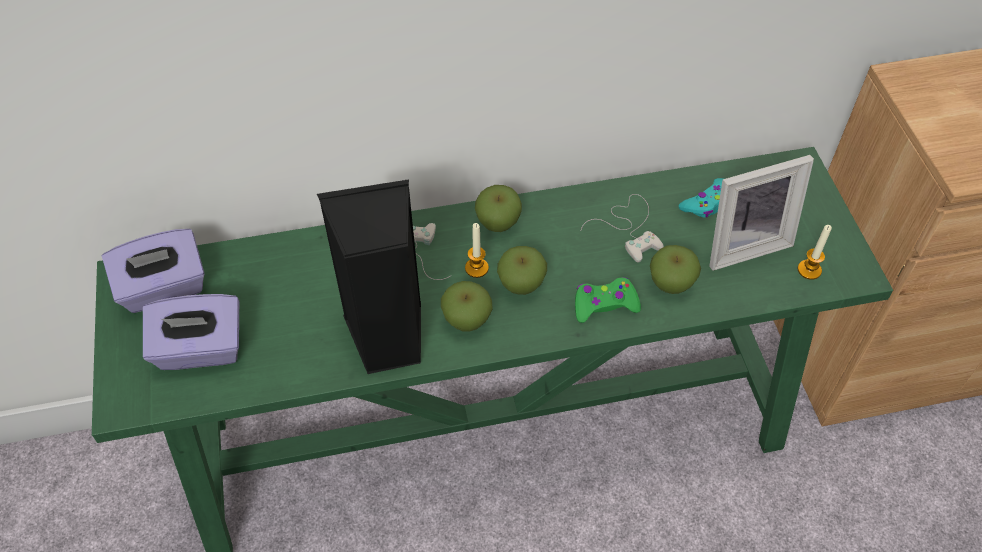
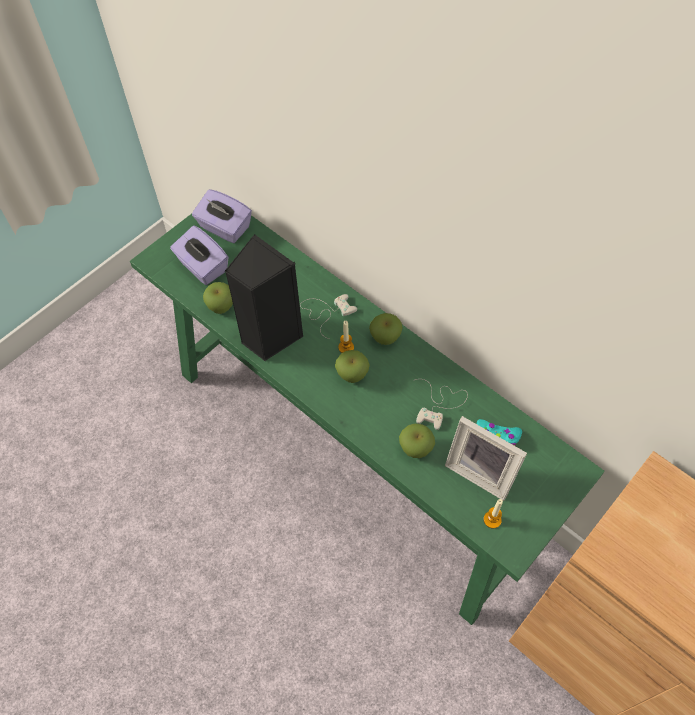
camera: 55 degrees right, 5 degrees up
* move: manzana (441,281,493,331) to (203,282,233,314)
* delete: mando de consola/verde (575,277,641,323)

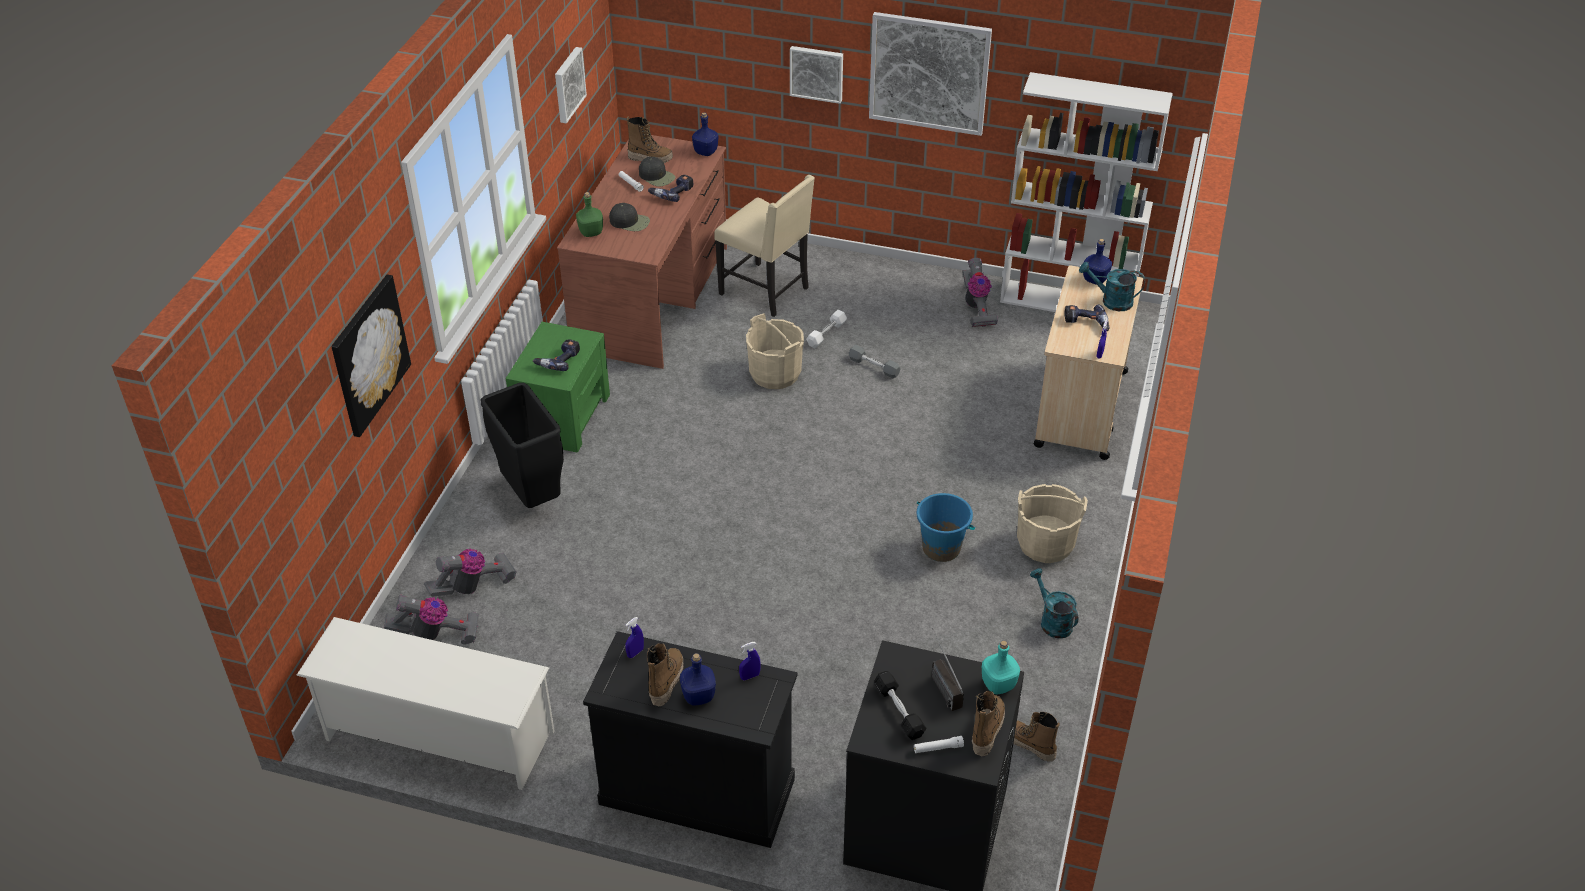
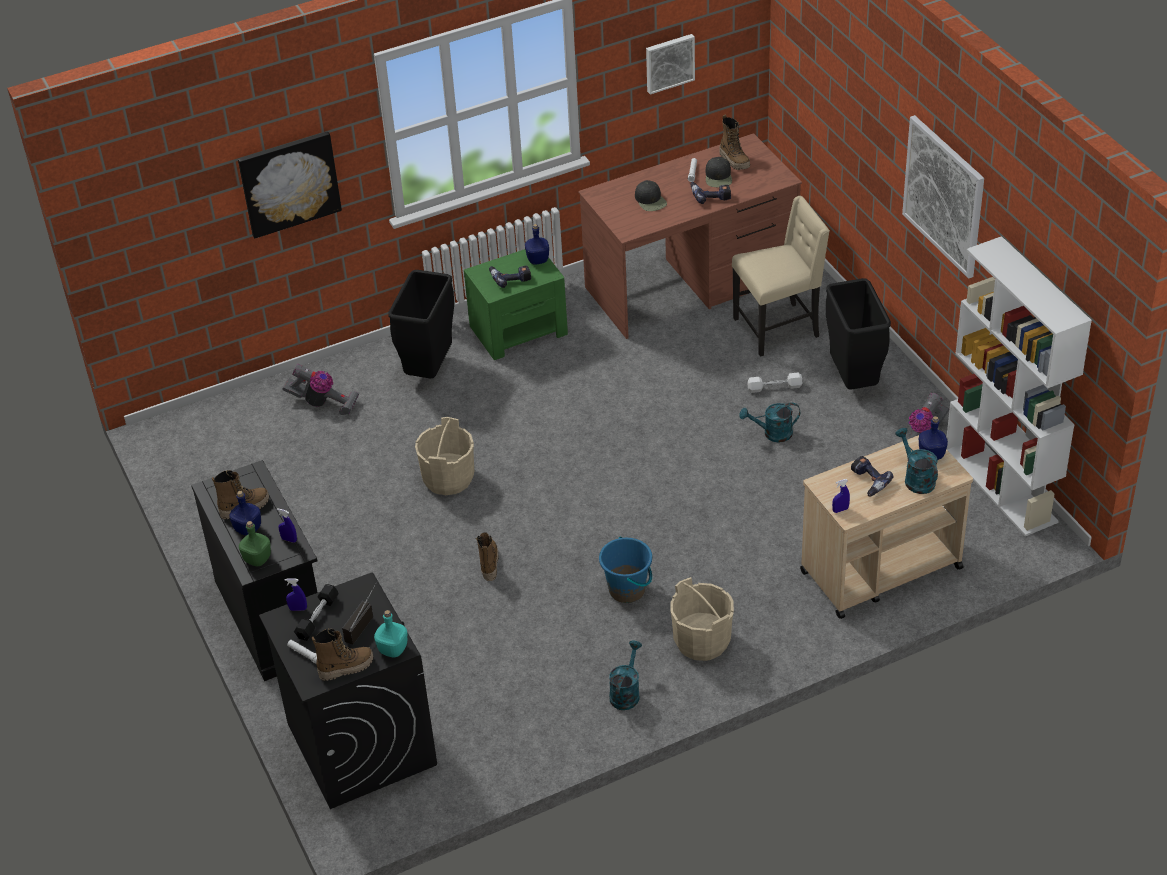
camera: 50 degrees right, 0 degrees up
* move: botella/verde (576,192,603,237) to (239,521,271,566)
* move: pulverizador/azul (625,617,644,658) to (285,578,307,611)
* move: cubo/beis (746,313,804,389) to (415,417,474,495)
* move: bota (1013,712,1060,761) to (475,532,498,581)
* move: botella/azul (692,113,718,156) to (525,224,549,264)
* rotate: silla/beis (714,175,815,317) = (732,196,830,357) 105 degrees counterclockwise
* replace: mancuerna/gris (849,345,900,378) to regadera/turquesa (740,403,800,443)
* insert: papelera/negro (826,278,891,390)
* delete: zapatero/blanco (296,617,555,790)
* delete: aspiradora (384,595,479,645)
* delete: cuadro (790,46,843,104)

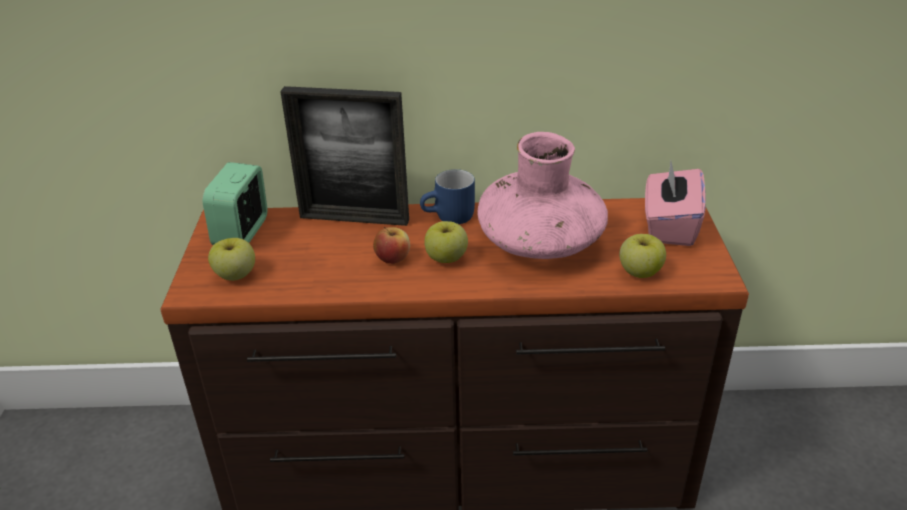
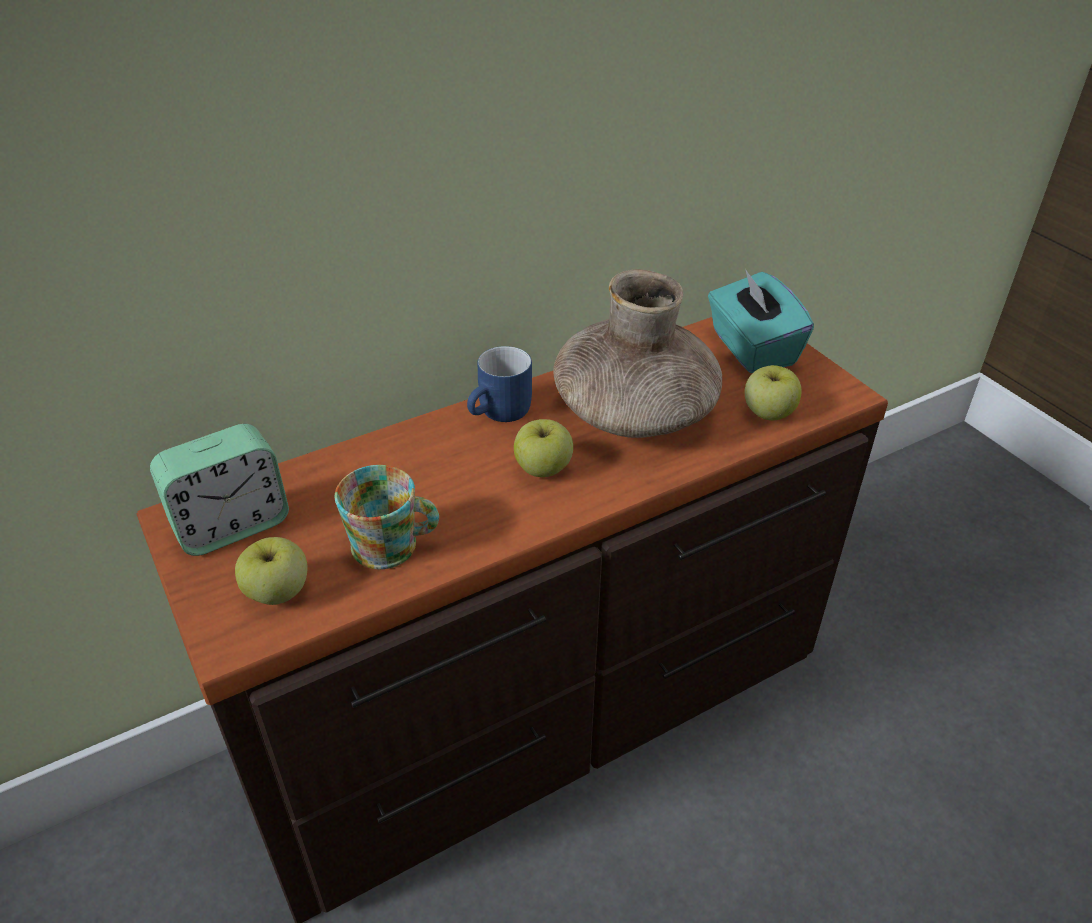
camera: 30 degrees left, 5 degrees up
* rotate: despertador (203,162,268,245) = (150,424,289,556) 105 degrees counterclockwise
* insert: taza grande (335,465,439,569)
* recolor: florero/rosa (478,132,608,259) to florero/marrón (553,269,722,438)
* recolor: caja de pañuelos/rosa (645,161,706,246) to caja de pañuelos/turquesa (708,269,814,373)
* delete: portarretratos (280,86,409,226)
* delete: manzana (373,227,410,264)

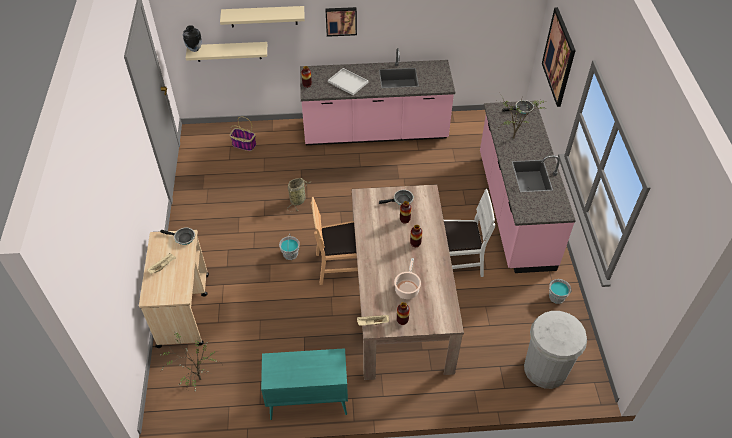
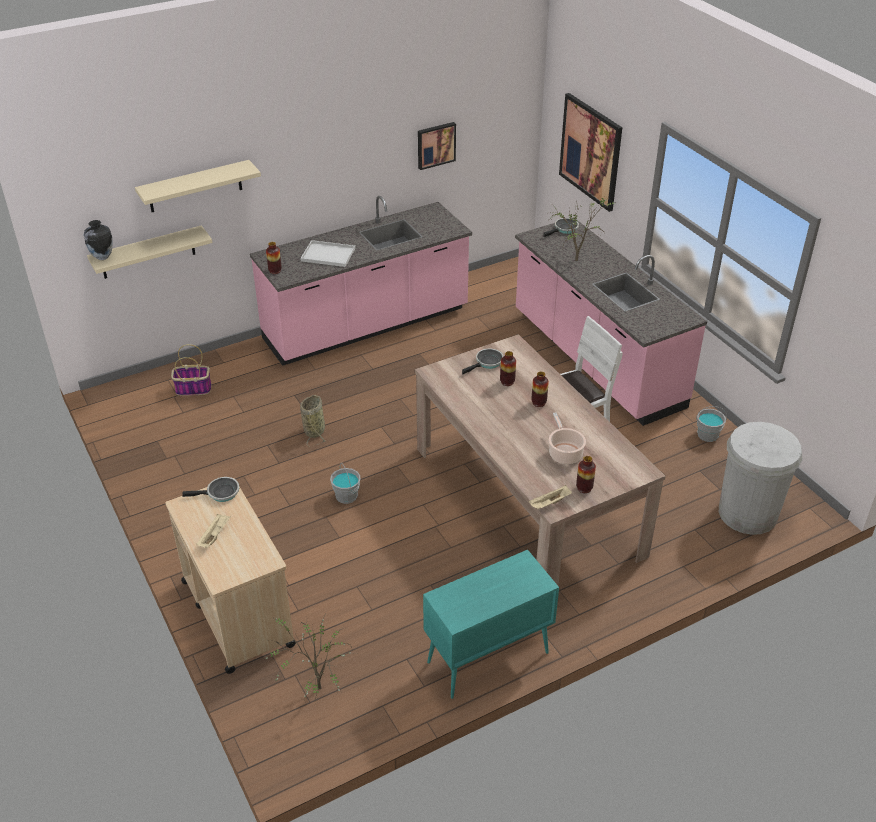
camera: 25 degrees left, 10 degrees down
* move: cuadro (325,7,357,37) to (418,122,456,170)
* delete: silla/marrón (311,197,358,285)

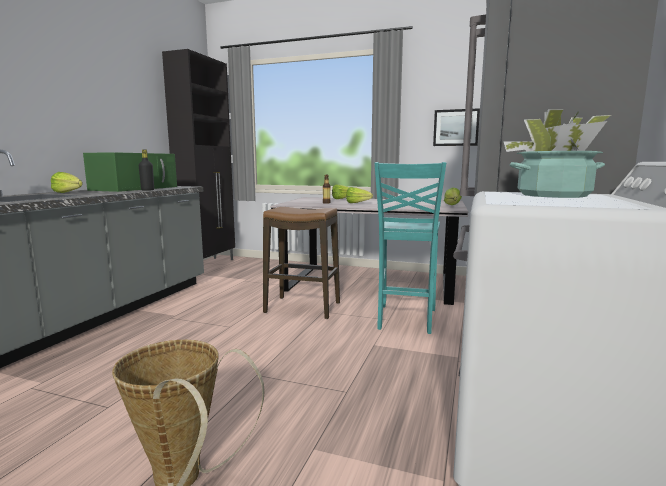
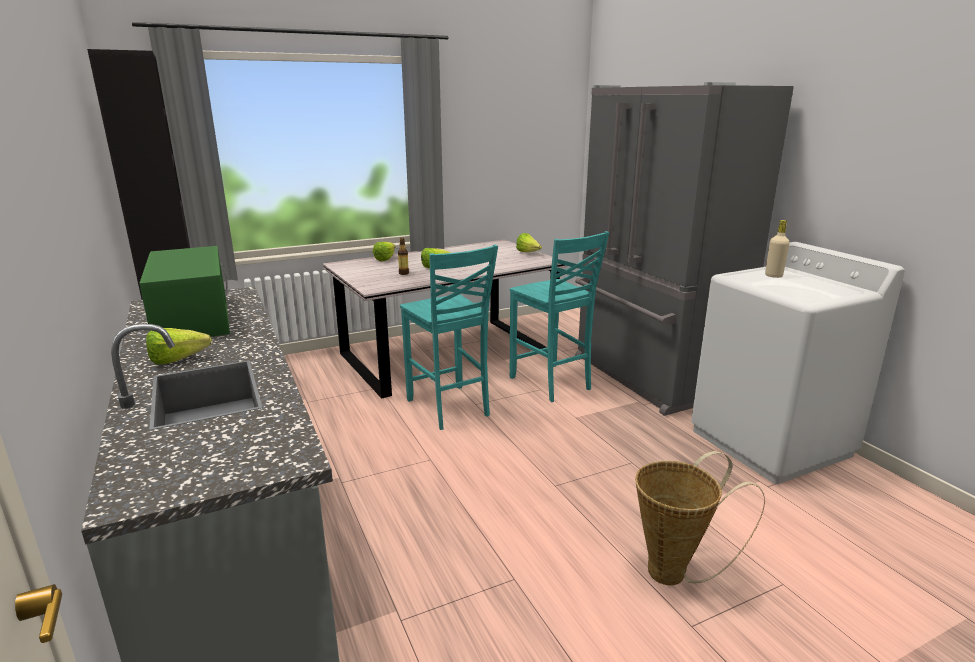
camera: 45 degrees left, 10 degrees up
* replace: taburete (263,207,340,319) to silla/turquesa (400,245,498,430)
* replace: planta en maceta (503,109,611,198) to botella/beis (765,220,790,278)
* delete: botella/negro (139,149,154,191)
* delete: cuadro (433,108,480,146)

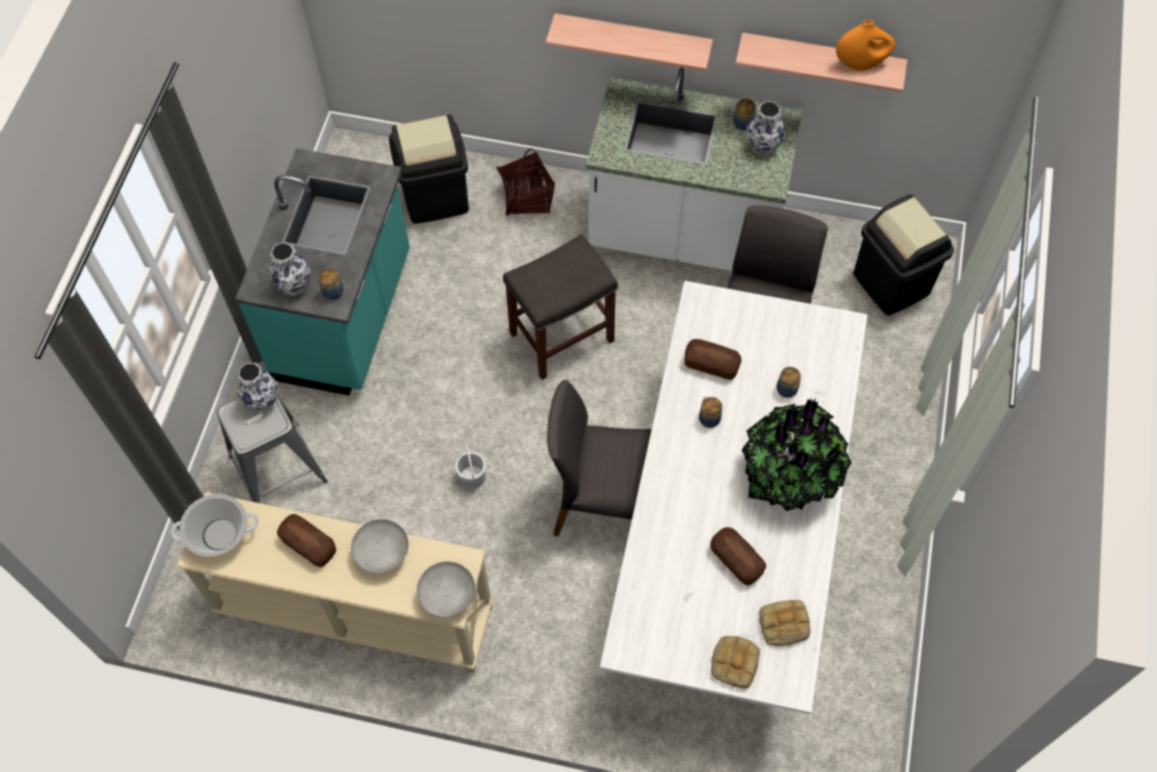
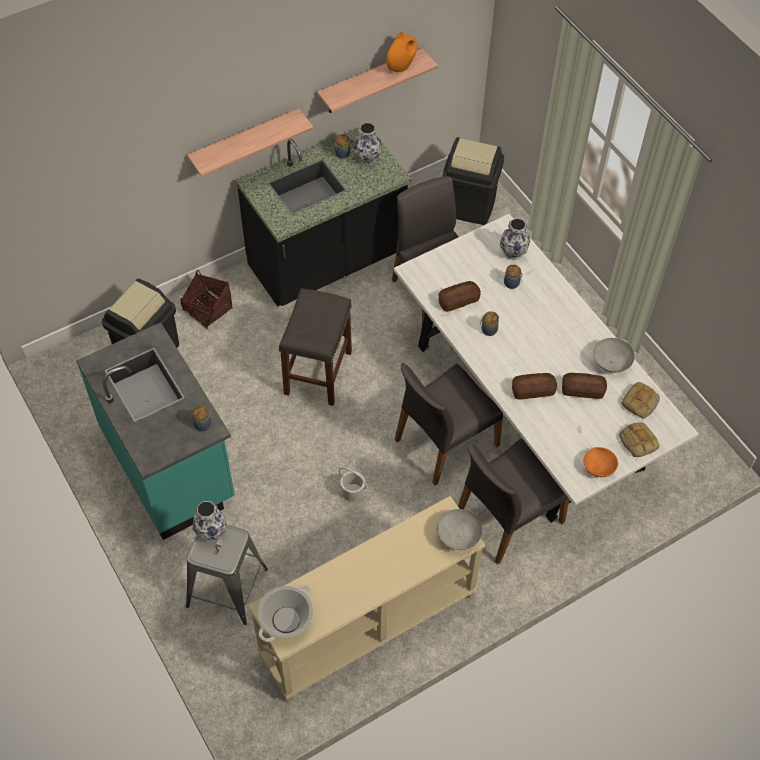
camera: 45 degrees left, 5 degrees down
* recolor: mueble bajo de cocina/blanco (586,67,803,271) to mueble bajo de cocina/negro (235,128,412,307)
* insert: silla/gris (458,438,569,565)
* move: florero (268,242,311,296) to (500,218,530,260)
* move: pan (277,514,336,567) to (512,373,557,400)
* insert: cuenco/naranja (584,447,618,477)
* move: cuenco/gris (351,519,409,574) to (593,338,635,373)
* delete: planta en maceta (742,397,852,511)

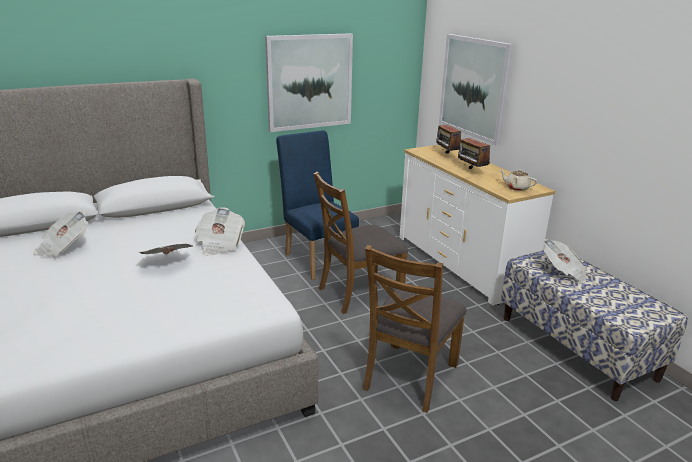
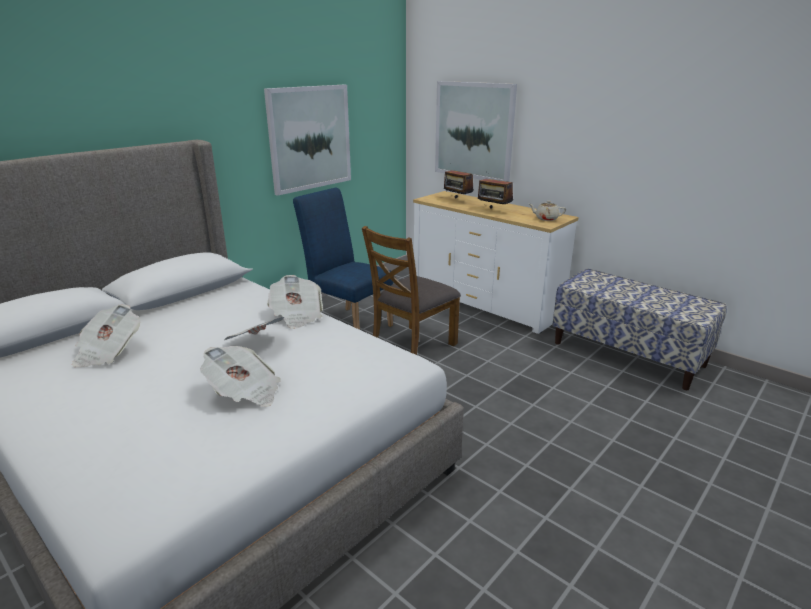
camera: 20 degrees left, 0 degrees up
* move: periódico (544,239,587,283) to (200,346,281,407)
* delete: silla/marrón (363,245,467,413)

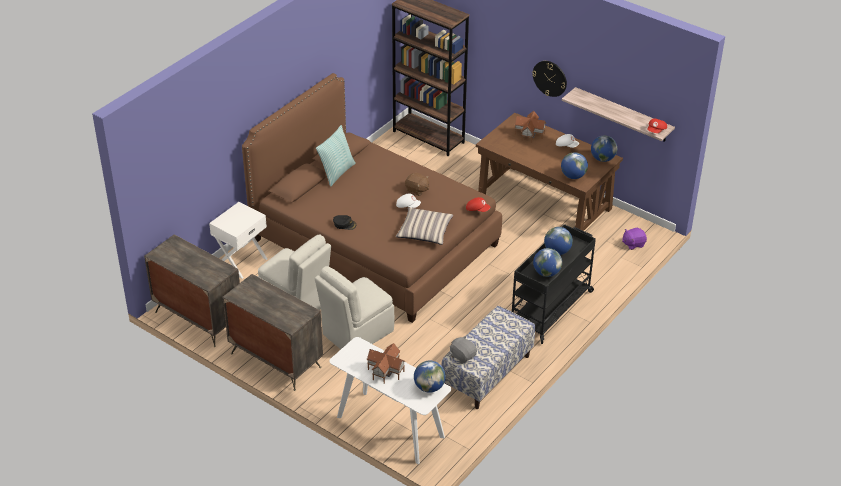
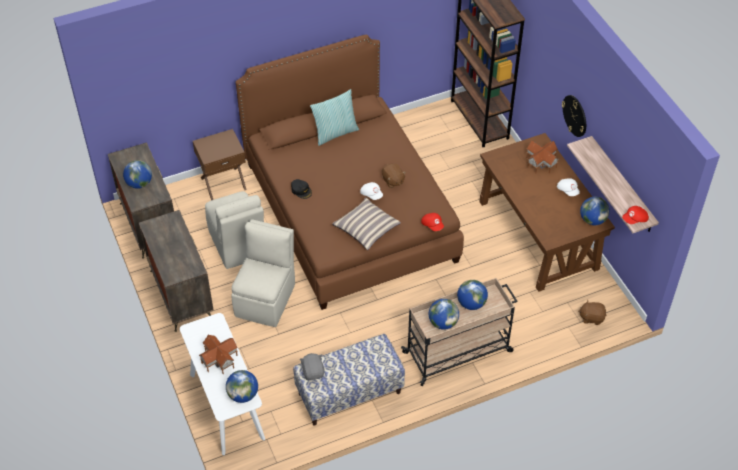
camera: 30 degrees right, 10 degrees up
* move: globo terráqueo (561,152,588,179) to (123,160,152,189)
* recolor: mesita de noche/blanco (209,202,267,279) to mesita de noche/marrón (193,129,247,200)
* rotate: silla/beis (315,266,394,349) = (231,219,295,327) 120 degrees clockwise
* recolor: carrito/negro (512,224,596,344) to carrito/beis (401,278,517,386)
* recolor: peluche/morado (622,228,647,250) to peluche/marrón (578,299,606,325)

